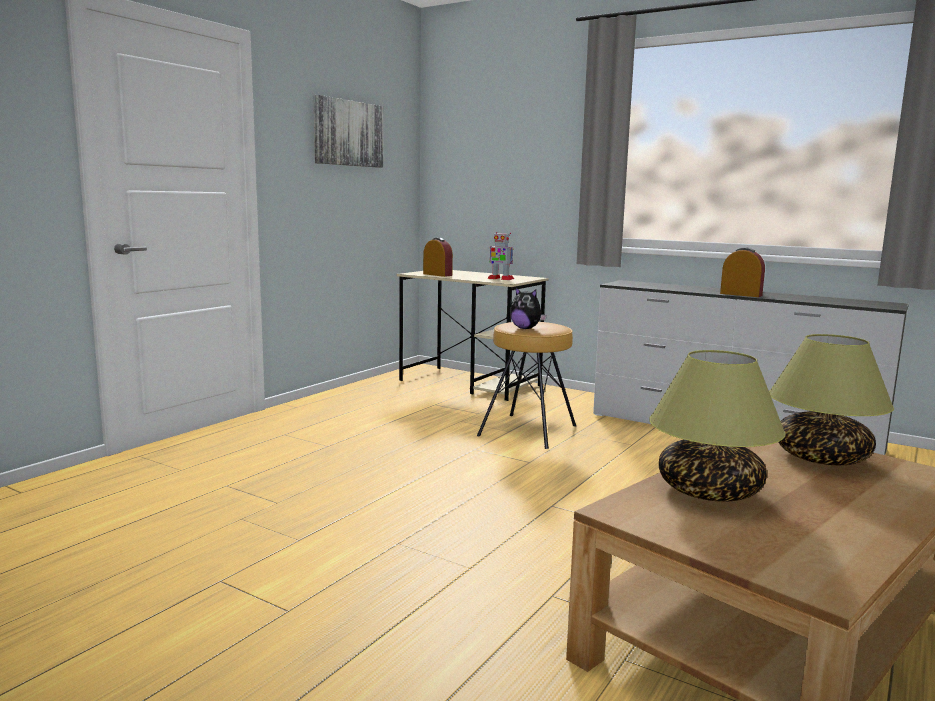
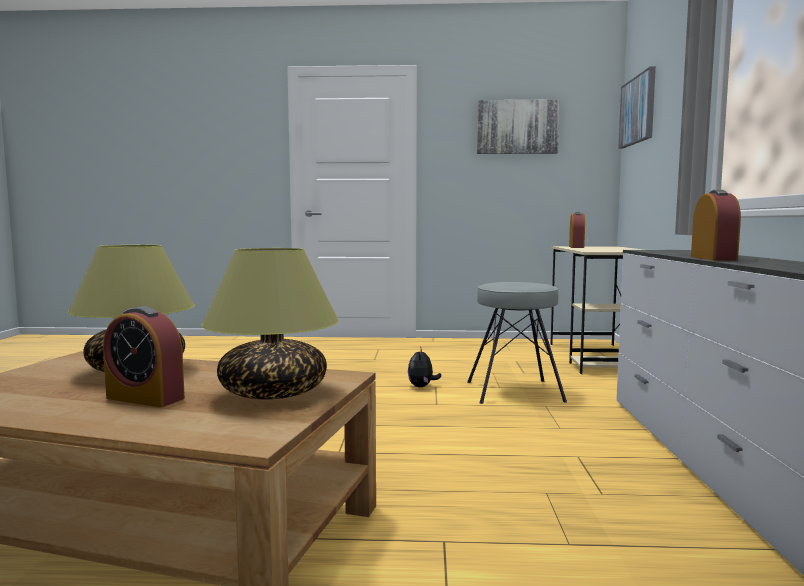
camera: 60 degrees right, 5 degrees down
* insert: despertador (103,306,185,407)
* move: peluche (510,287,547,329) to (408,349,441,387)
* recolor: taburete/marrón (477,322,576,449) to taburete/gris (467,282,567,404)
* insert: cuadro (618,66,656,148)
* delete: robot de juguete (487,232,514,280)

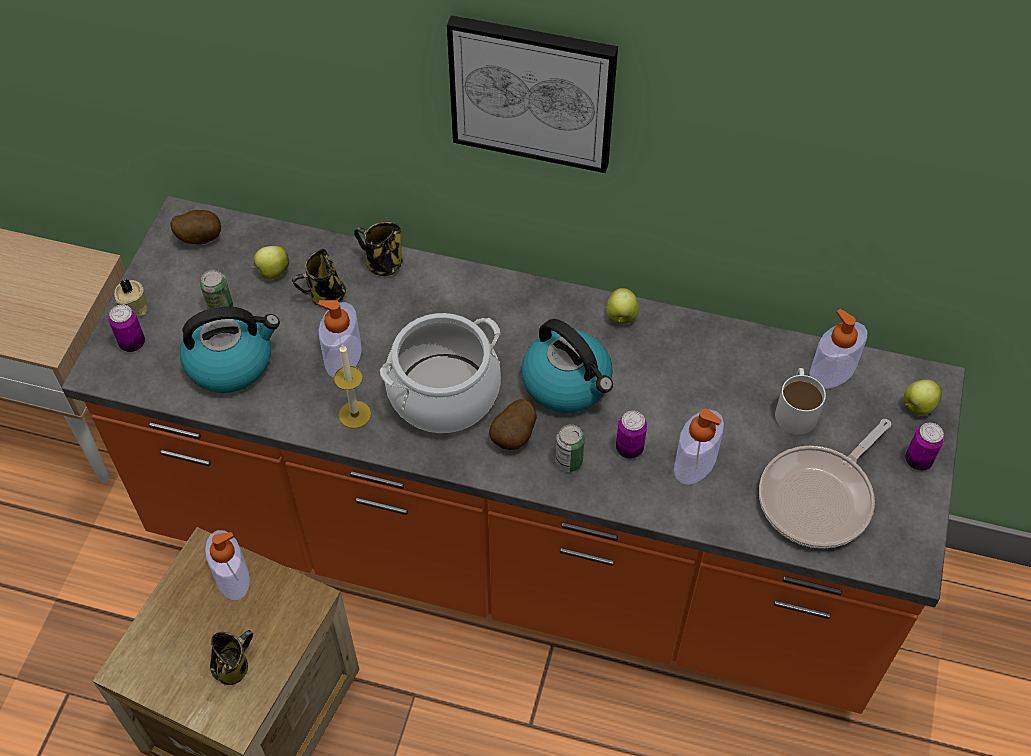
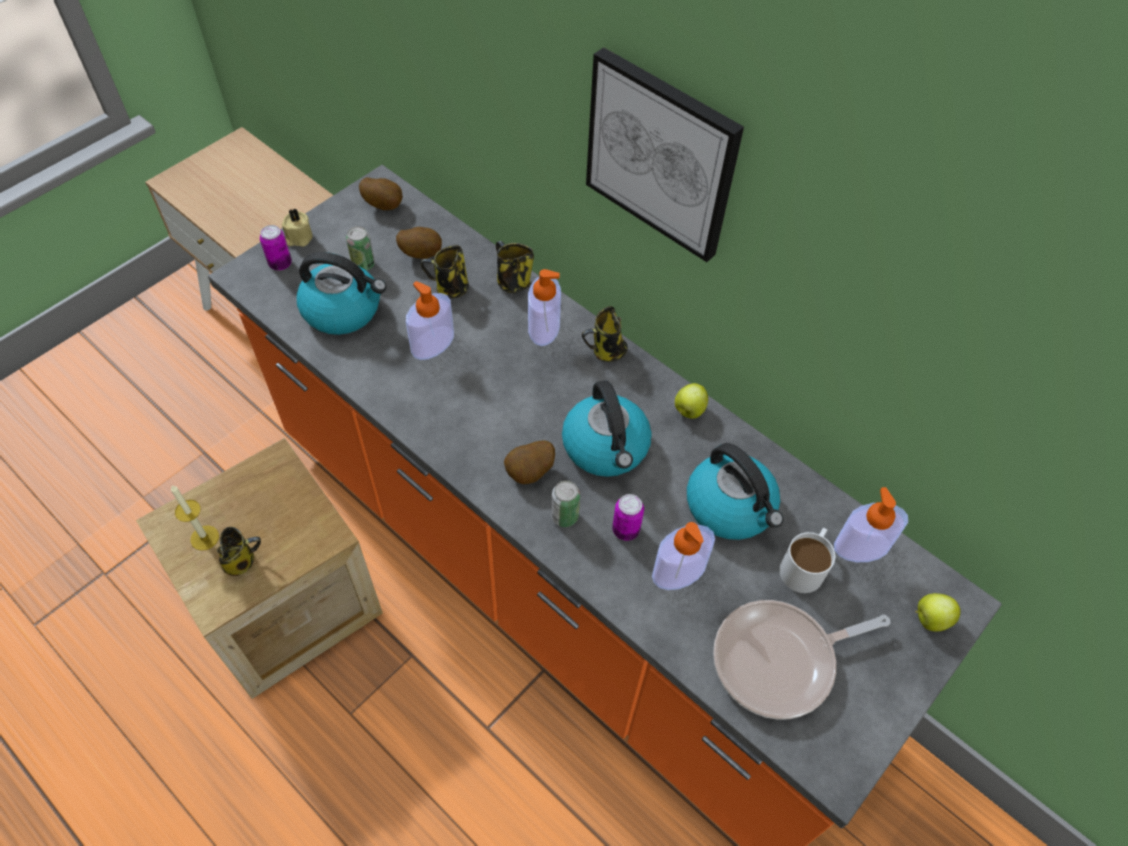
camera: 25 degrees right, 0 degrees up
* move: vela (334,344,371,429) to (171,486,219,551)
* replace: manzana (252,246,289,280) to patata (396,227,442,259)
* move: dispensador de jabón (205,530,250,600) to (528,269,561,346)
* insert: taza grande (581,306,628,362)
* insert: hervidor (687,443,784,540)
* delete: olla (380,313,501,433)
* delete: lata (905,423,944,471)

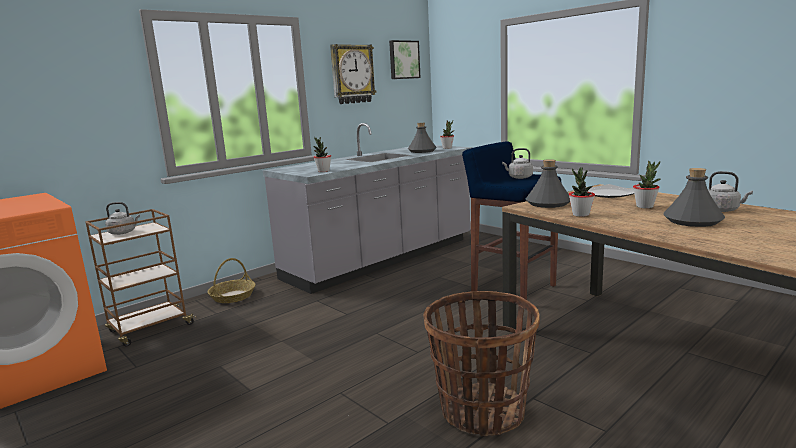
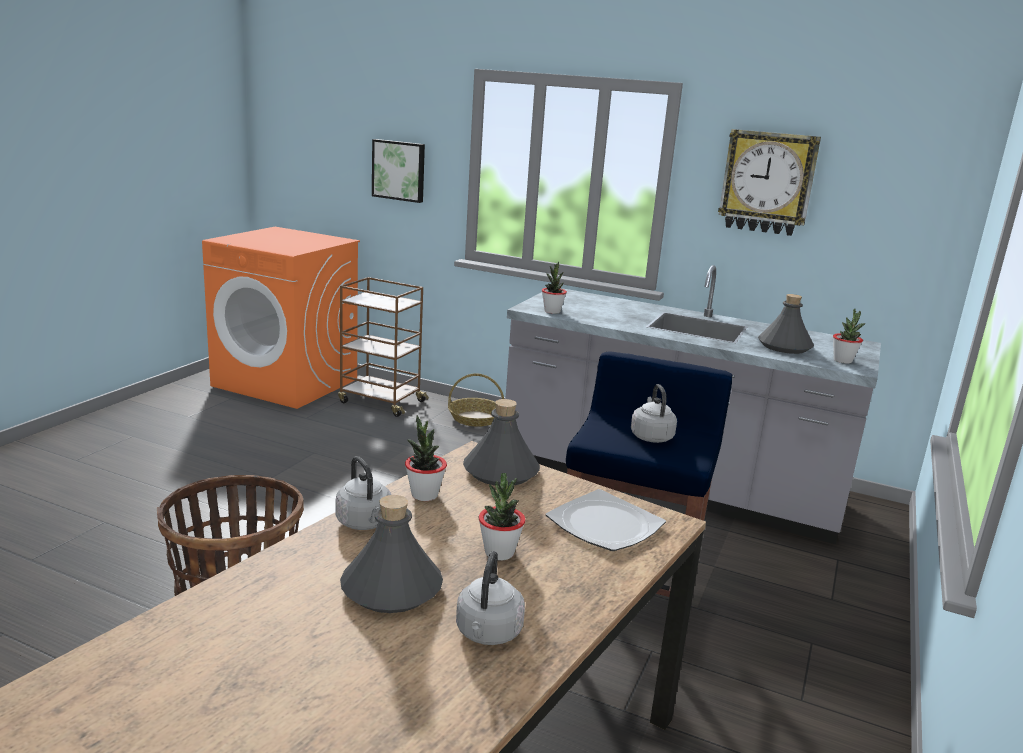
camera: 65 degrees right, 5 degrees up
* move: hervidor/gris (105,202,140,235) to (335,456,391,530)
* move: cuadro (389,40,421,79) to (372,139,425,203)

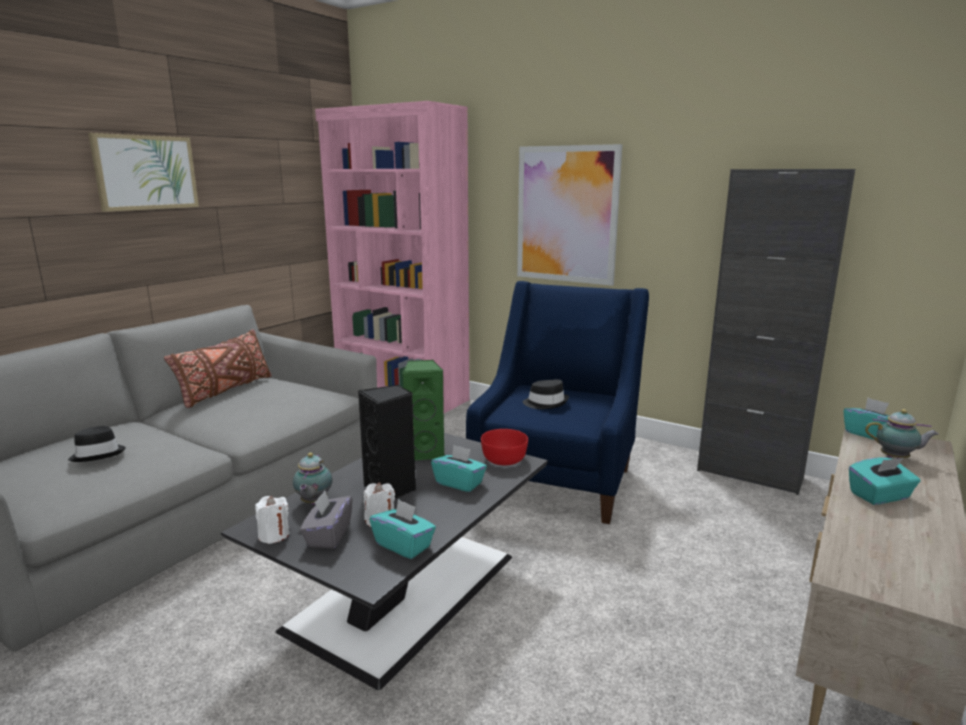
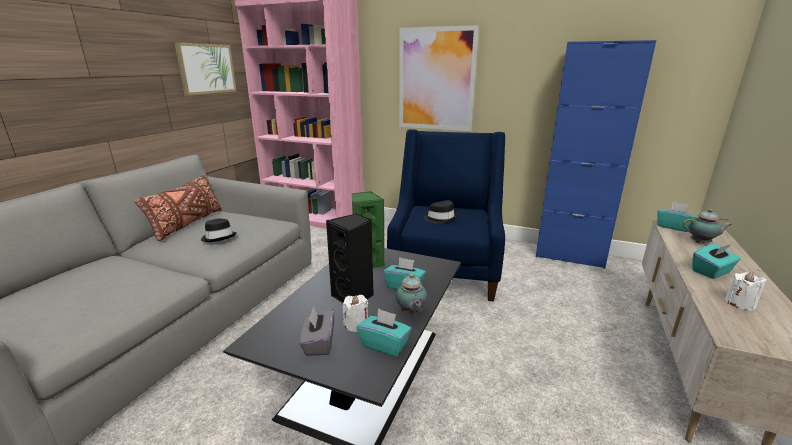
camera: 10 degrees left, 5 degrees up
* move: cuadro (88,133,199,212) to (174,42,237,96)
* move: sombrero/negro (68,426,126,462) to (201,219,237,242)
* move: tetera (293,453,333,504) to (396,273,428,315)
* recolor: armario/negro (697,169,855,495) to armario/azul (536,40,656,269)
* move: vela/blanco (255,496,289,544) to (725,272,767,311)
* delete: cuenco/rojo (481,429,528,465)

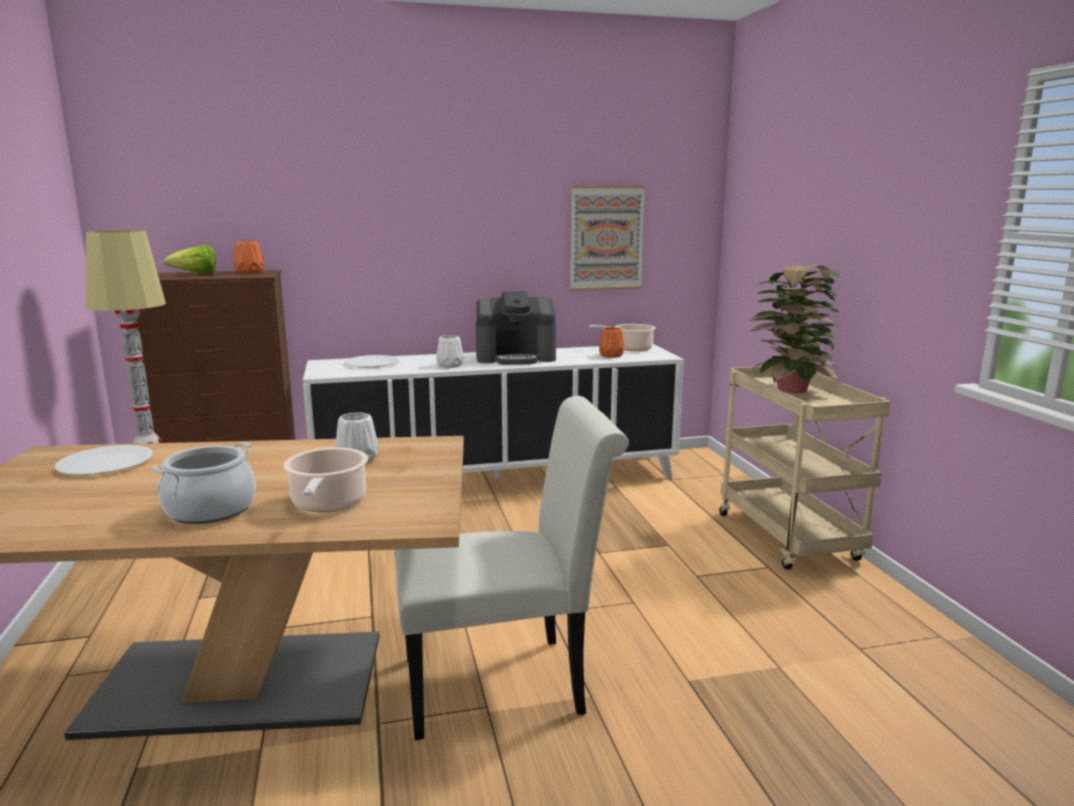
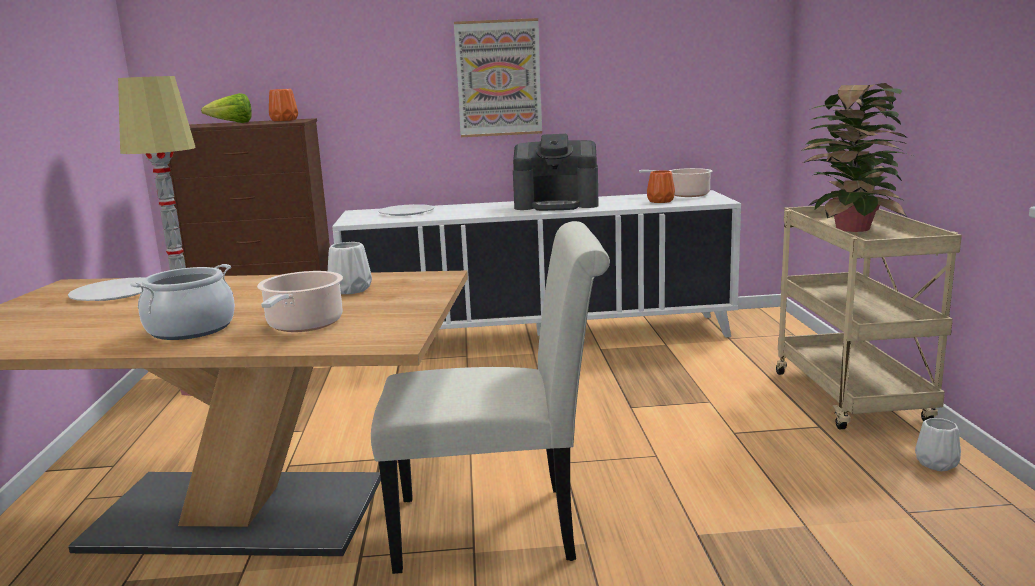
camera: 10 degrees right, 0 degrees up
* move: cuadro (570,186,645,290) to (454,18,542,137)
* move: florero/blanco (437,335,464,368) to (915,418,961,471)

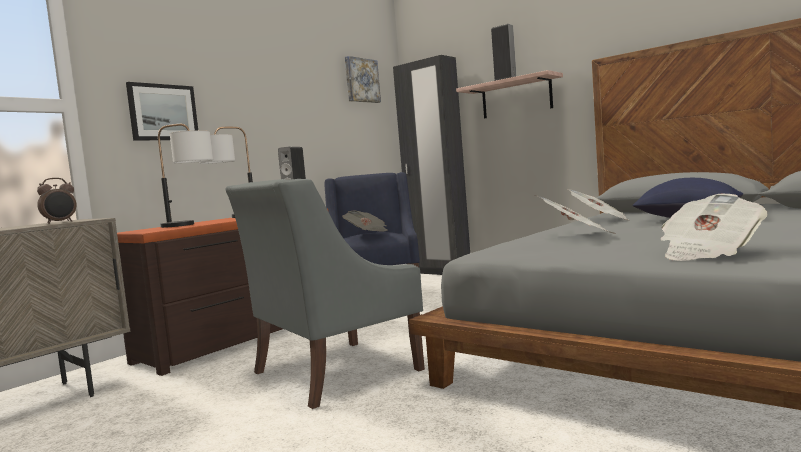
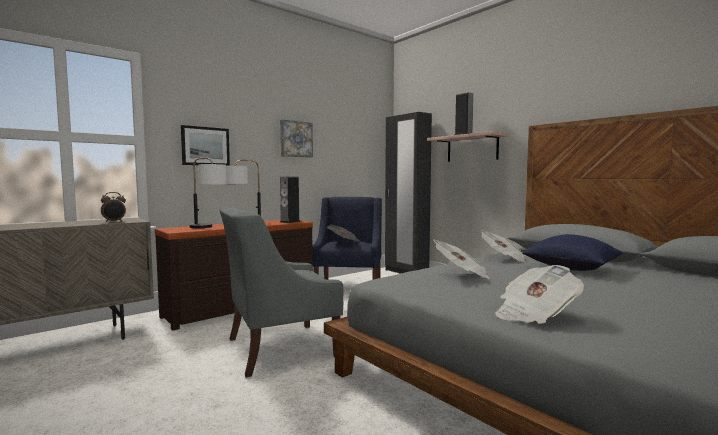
camera: 10 degrees right, 0 degrees up
* move: cuadro (345,56,381,103) to (280,119,313,158)

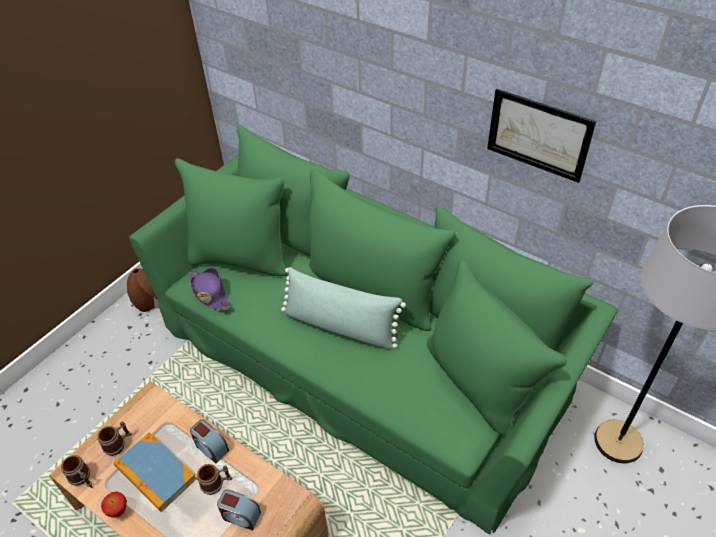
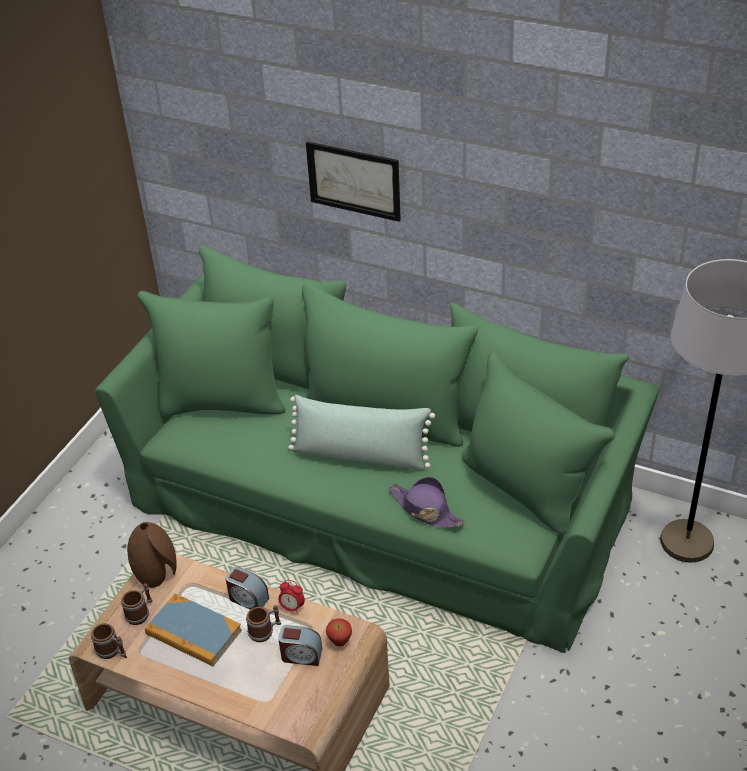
camera: 10 degrees left, 5 degrees down
* move: florero/marrón (127,268,158,312) to (127,522,177,588)
* insert: despertador (278,580,305,615)
* move: cuadro (487,89,596,183) to (306,141,401,222)
* move: manzana (101,492,127,518) to (326,618,352,647)
* move: sombrero/morado (188,268,231,311) to (389,477,465,528)

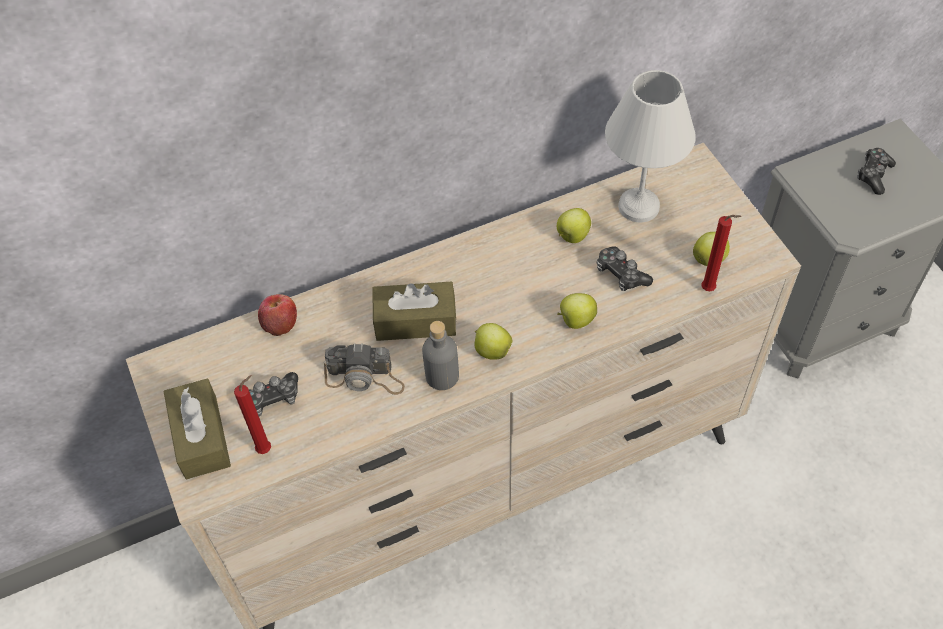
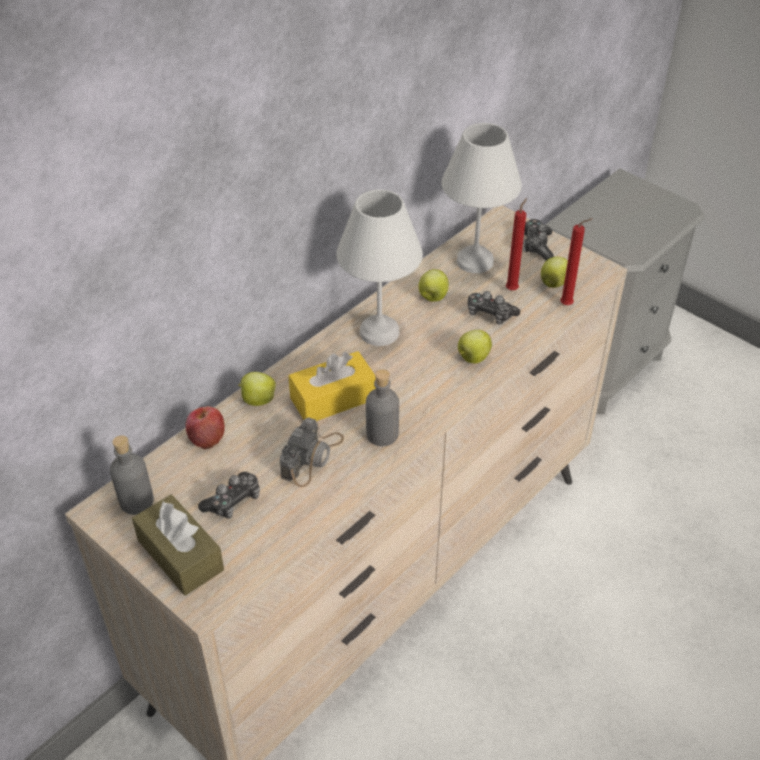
camera: 25 degrees left, 10 degrees down
* insert: botella/gris (110,435,154,515)
* move: manzana (474,323,512,360) to (238,372,276,406)
* rotate: cámara (324,343,405,395) = (280,417,344,487) 45 degrees counterclockwise
* recolor: caja de pañuelos/marrón (372,282,456,341) to caja de pañuelos/amarillo (288,351,376,421)
* insert: lámpara de mesa/blanco (336,190,423,346)
* move: vela/rojo (234,375,271,454) to (506,198,527,290)
* move: mando de consola (857,148,896,195) to (523,219,554,261)

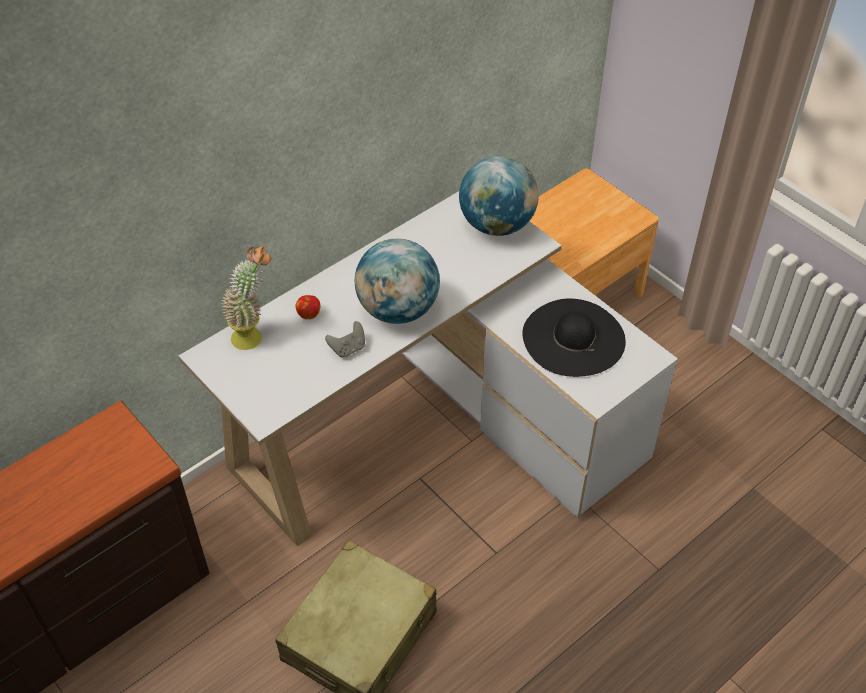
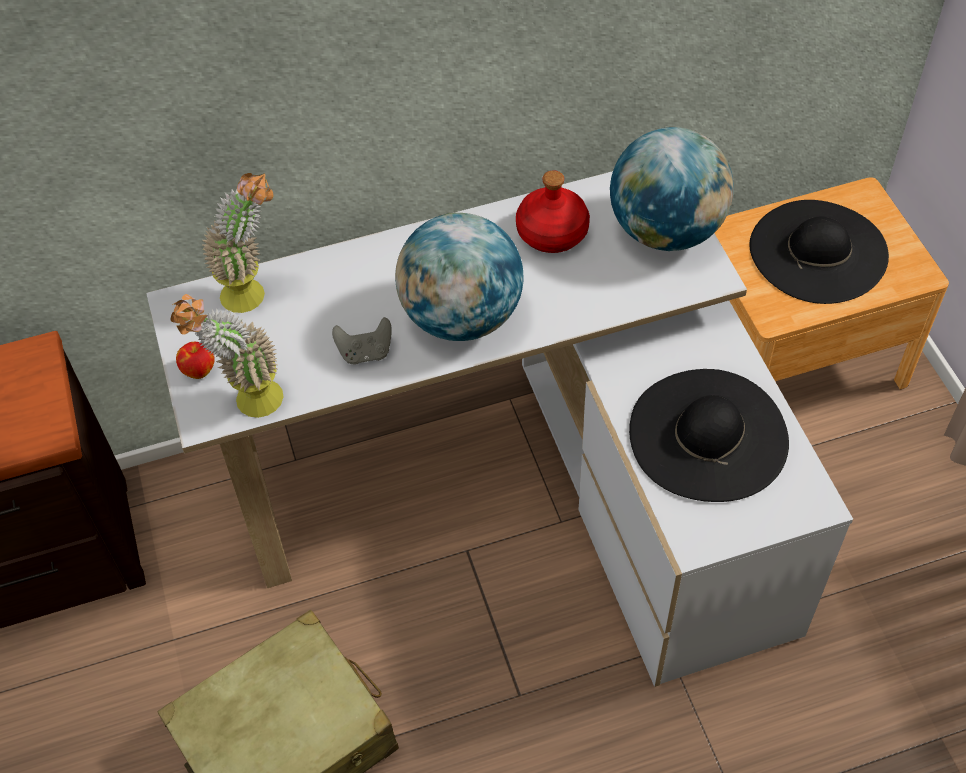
camera: 25 degrees right, 5 degrees up
* insert: planta en maceta (171,294,284,418)
* move: manzana (295,295,320,319) to (176,342,215,379)
* insert: botella/rojo (516,170,590,253)
* insert: sombrero/negro (750,200,889,304)

